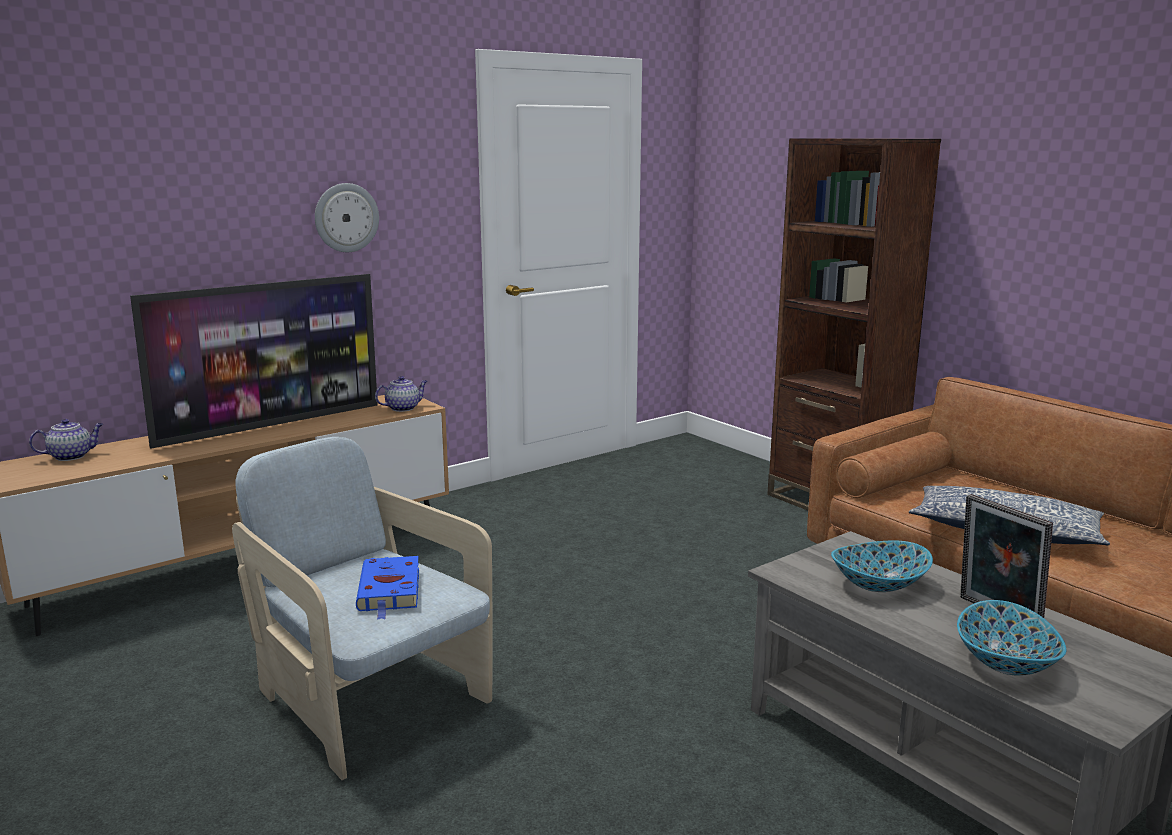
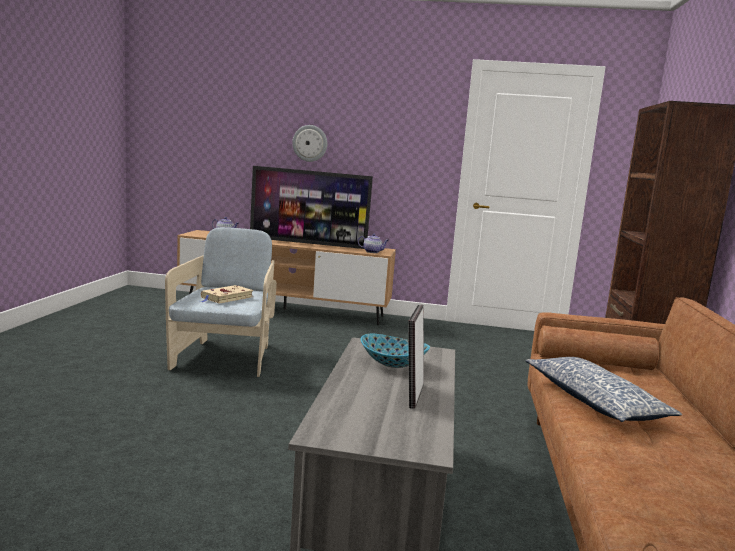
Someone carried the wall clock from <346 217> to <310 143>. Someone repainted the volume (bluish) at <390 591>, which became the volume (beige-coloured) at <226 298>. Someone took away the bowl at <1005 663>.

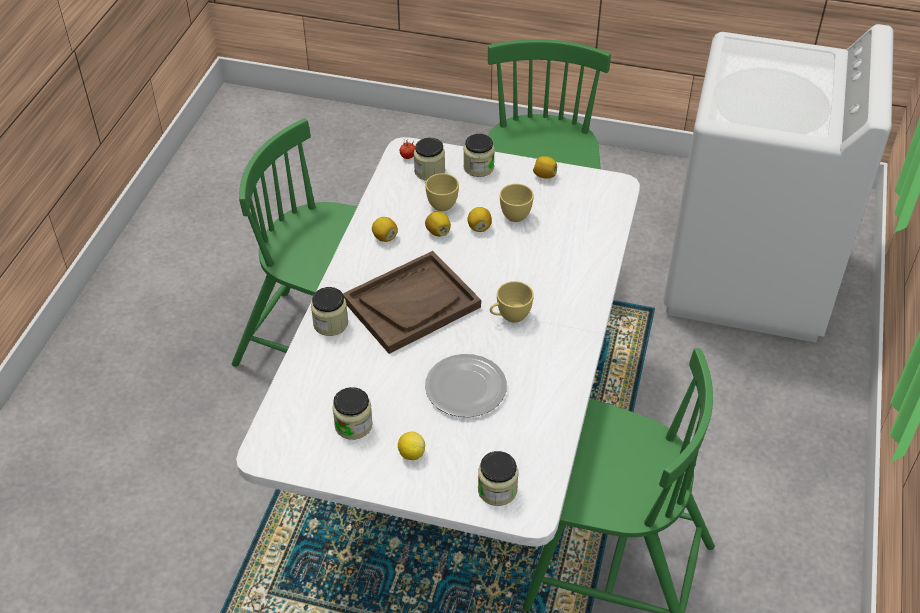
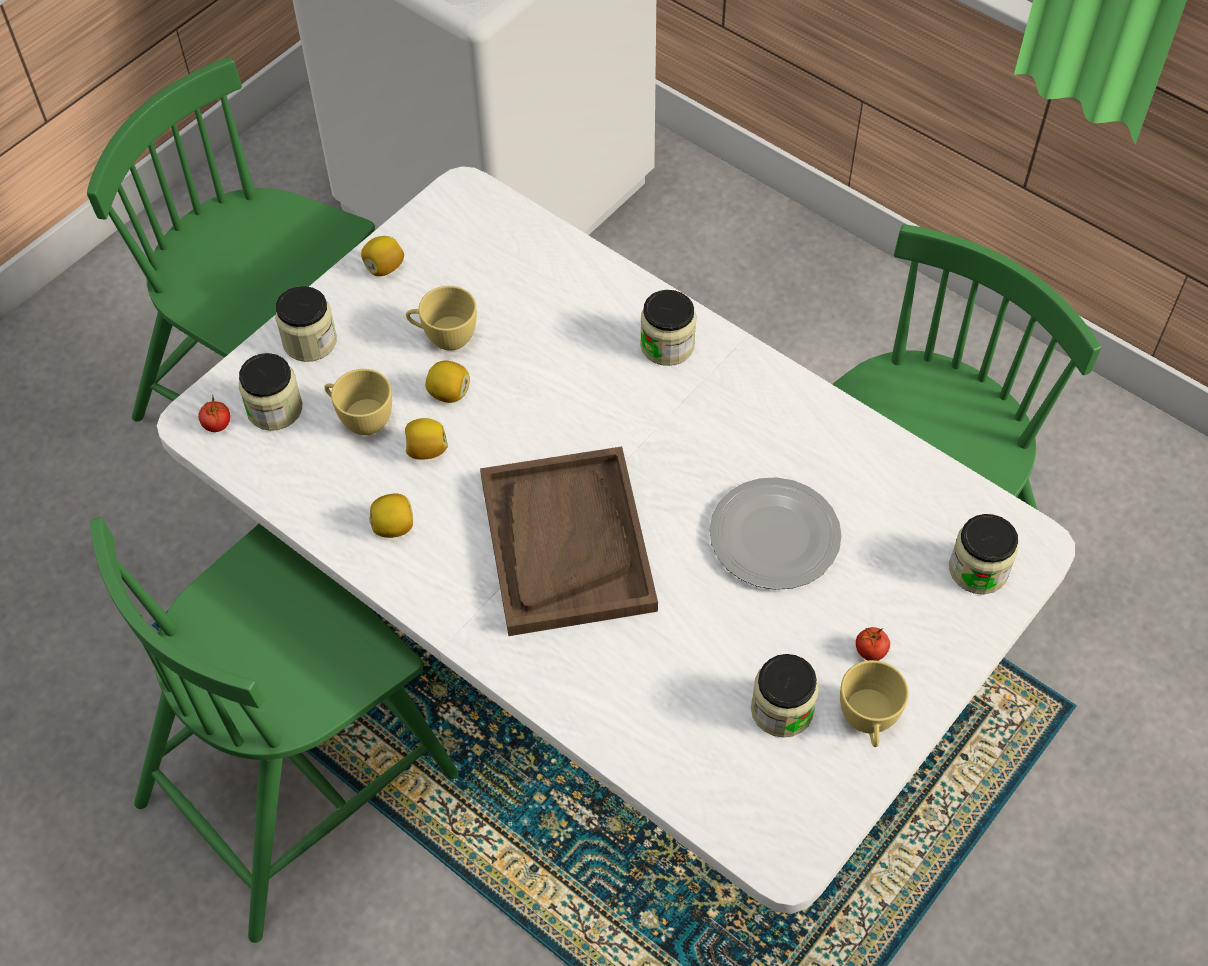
Someone carried the drinking cup (yellow-coloured) from <509 316> to <868 722>. Someone carried the preserve jar from <330 323> to <667 345>. Someone swapped the lemon at <411 454> for the tomato at <870 651>.

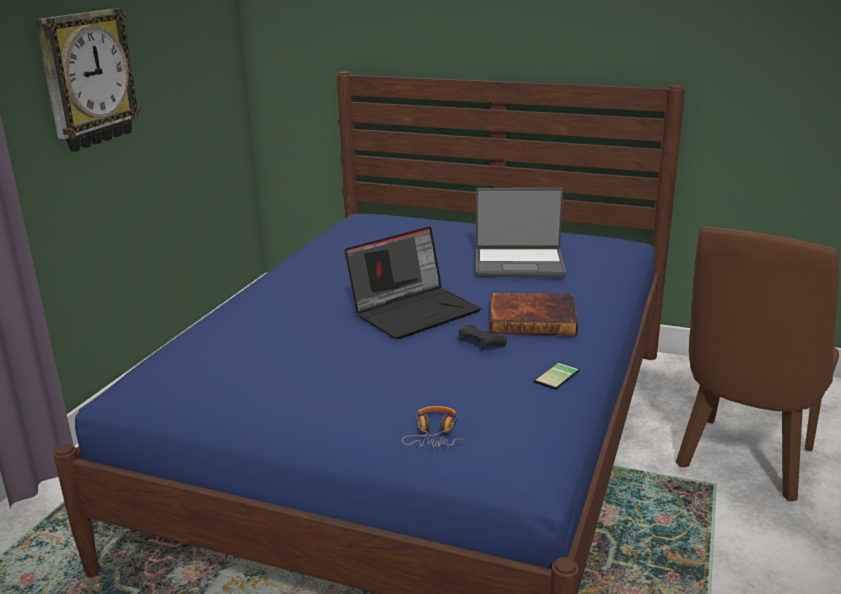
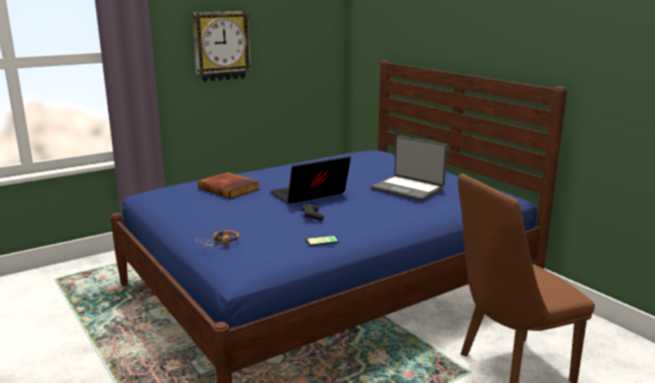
Someone rotated the notebook computer at <415 311> by 150 degrees clockwise. Someone carried the volume from <533 318> to <230 188>.

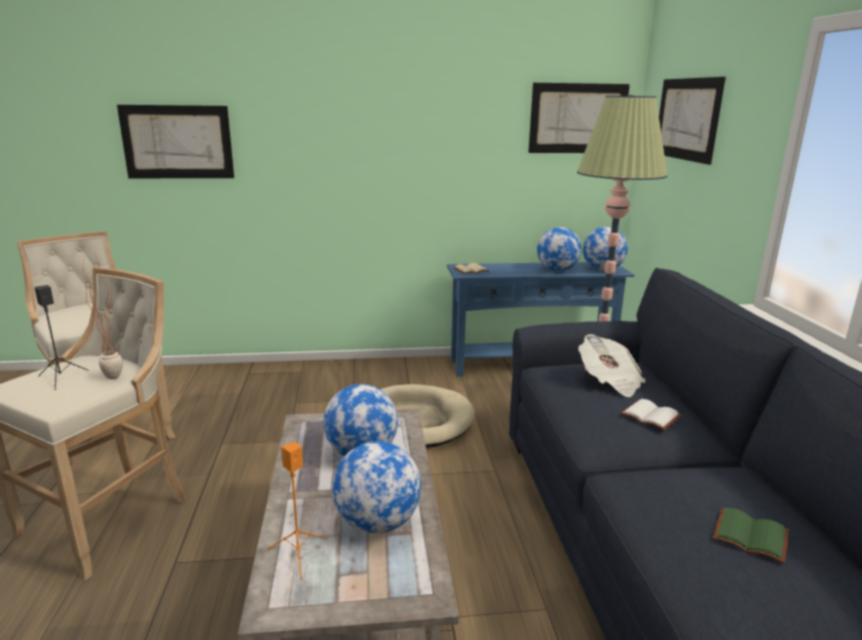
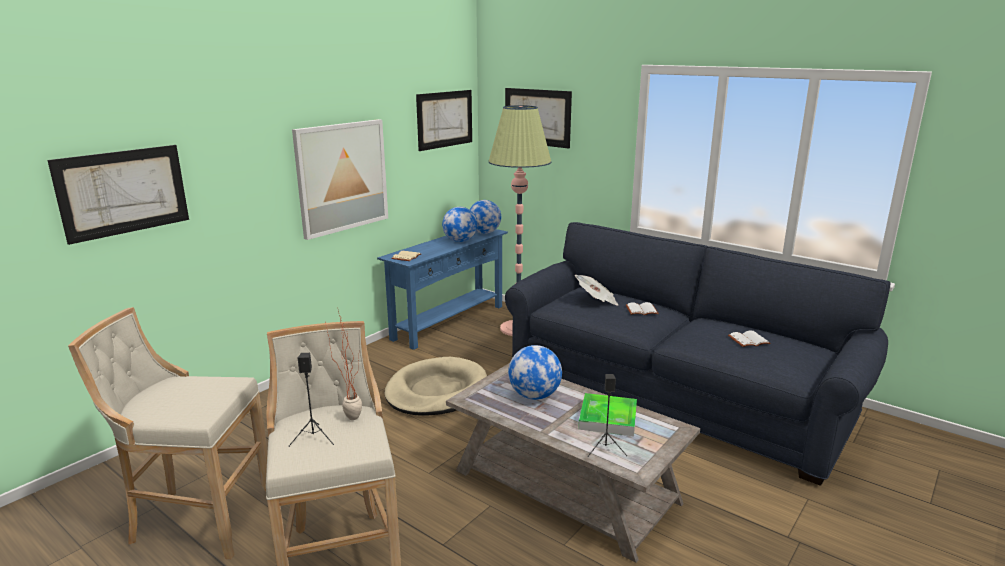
Someone swapped the globe at <377 523> for the carrying tray at <608 418>. Someone repainted the speaker (orangey) at <299 556>, which became the speaker (blackish) at <606 449>. Someone repainted the volume (greenish) at <752 536>, which became the volume (white-coloured) at <748 340>. Someone put up the picture at <342 177>.

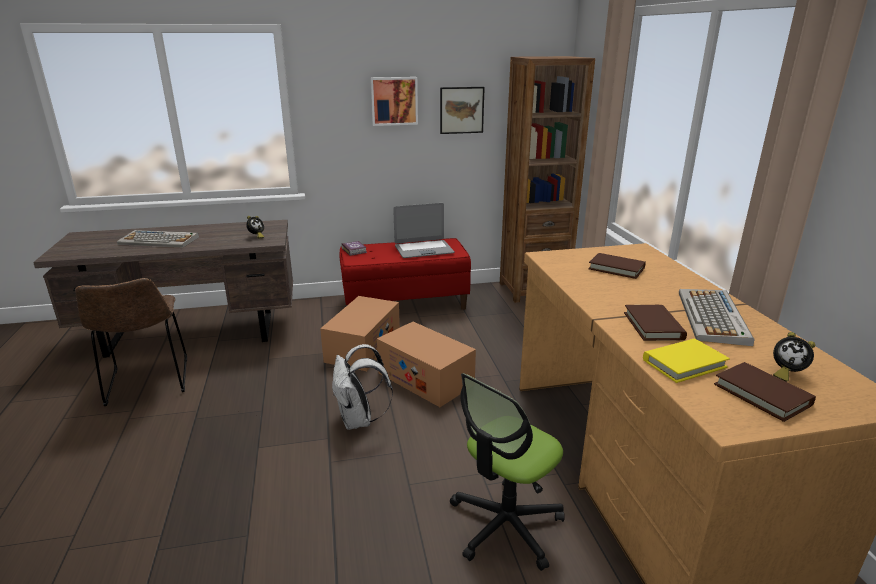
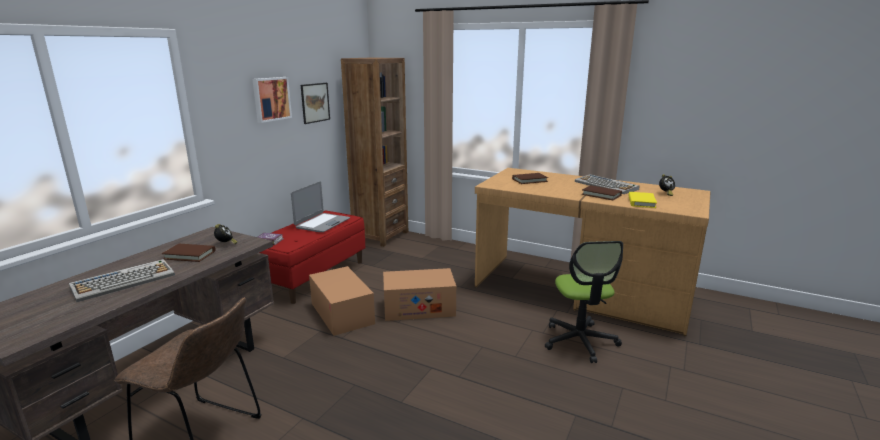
Someone took away the knapsack (white-coloured) at <359 420>. Someone carried the volume (brown-coloured) from <762 394> to <189 255>.

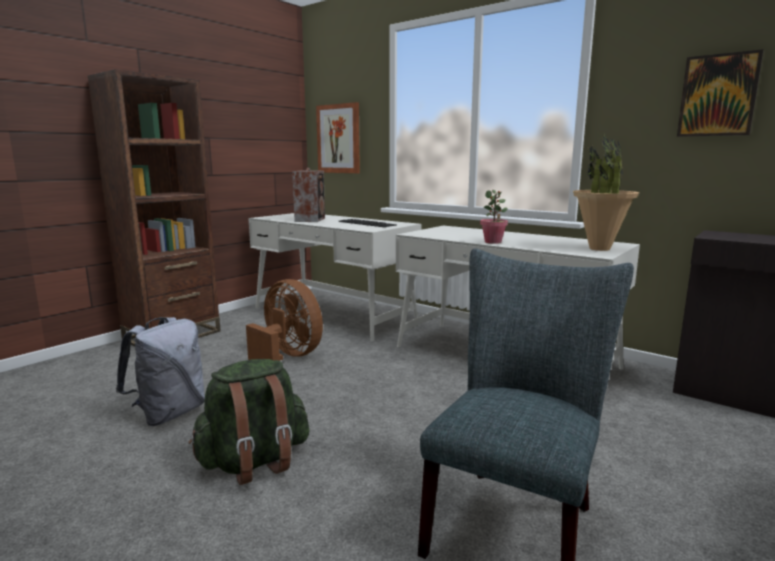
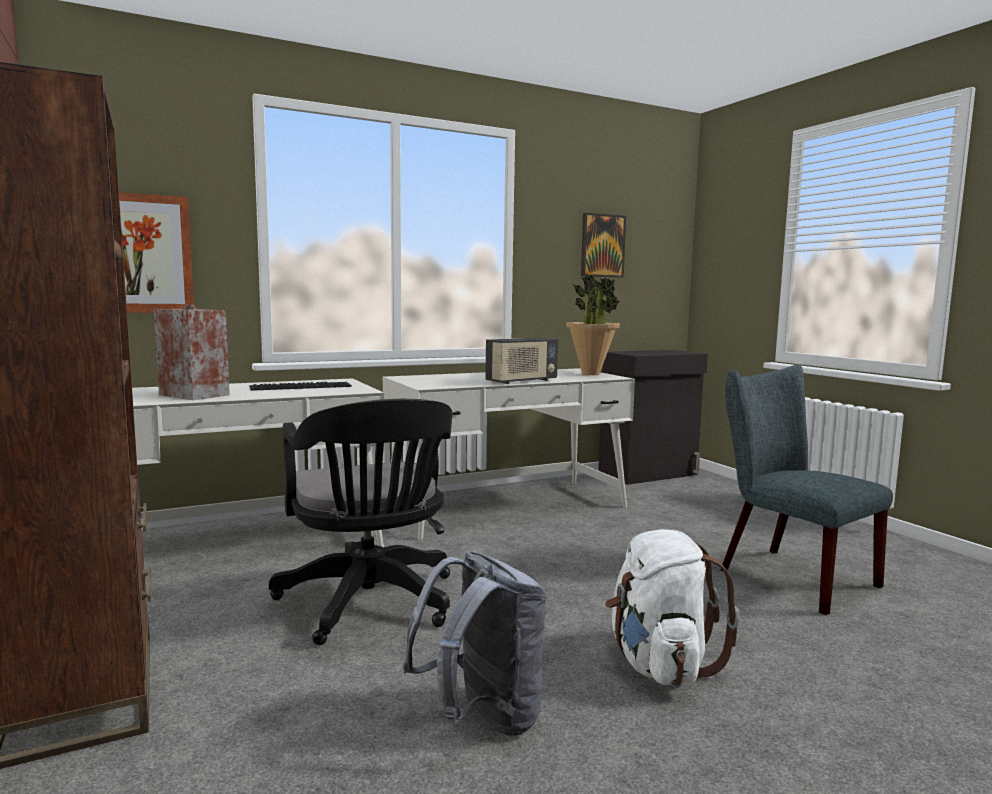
Someone swapped the plant in a pot at <493 242> for the radio set at <522 381>. Someone swapped the fan (brown-coloured) at <287 358> for the desk chair (blackish) at <370 604>. Someone repainted the knapsack (greenish) at <254 462>, which became the knapsack (white-coloured) at <659 664>.

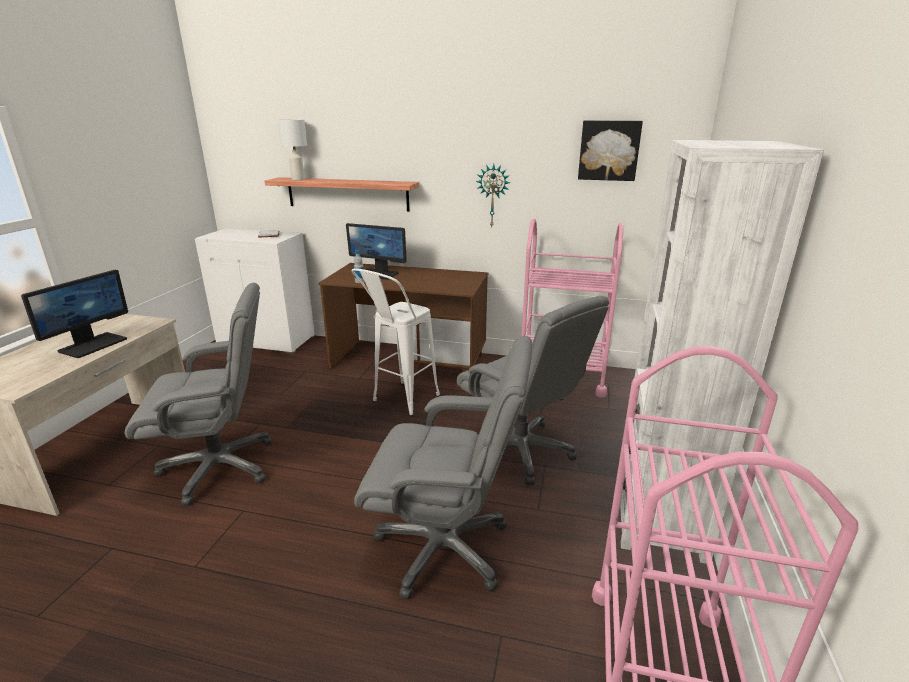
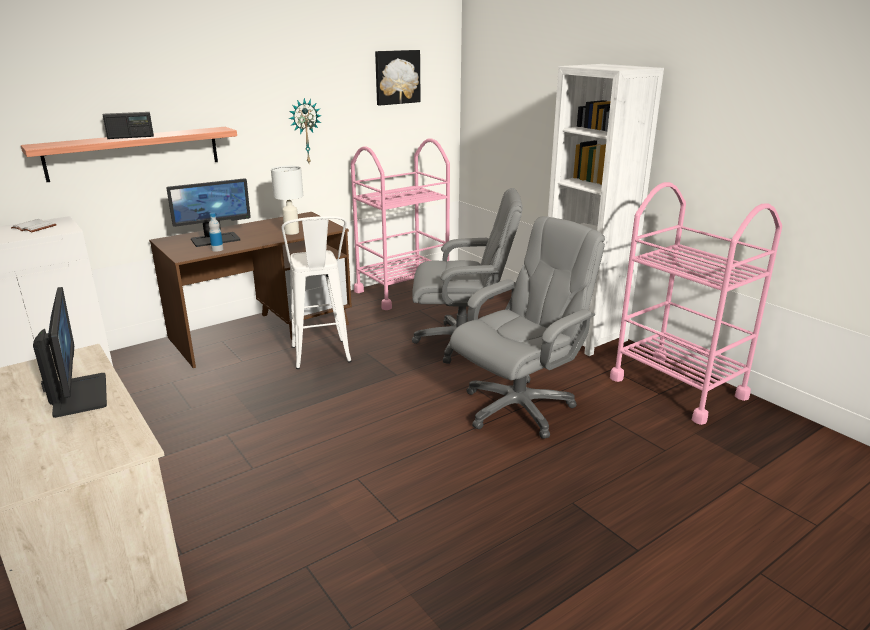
Someone carried the lamp for a table (white-coloured) from <298 179> to <292 232>. Someone took away the desk chair (greyish) at <220 466>. Someone put down the radio set at <130 137>.

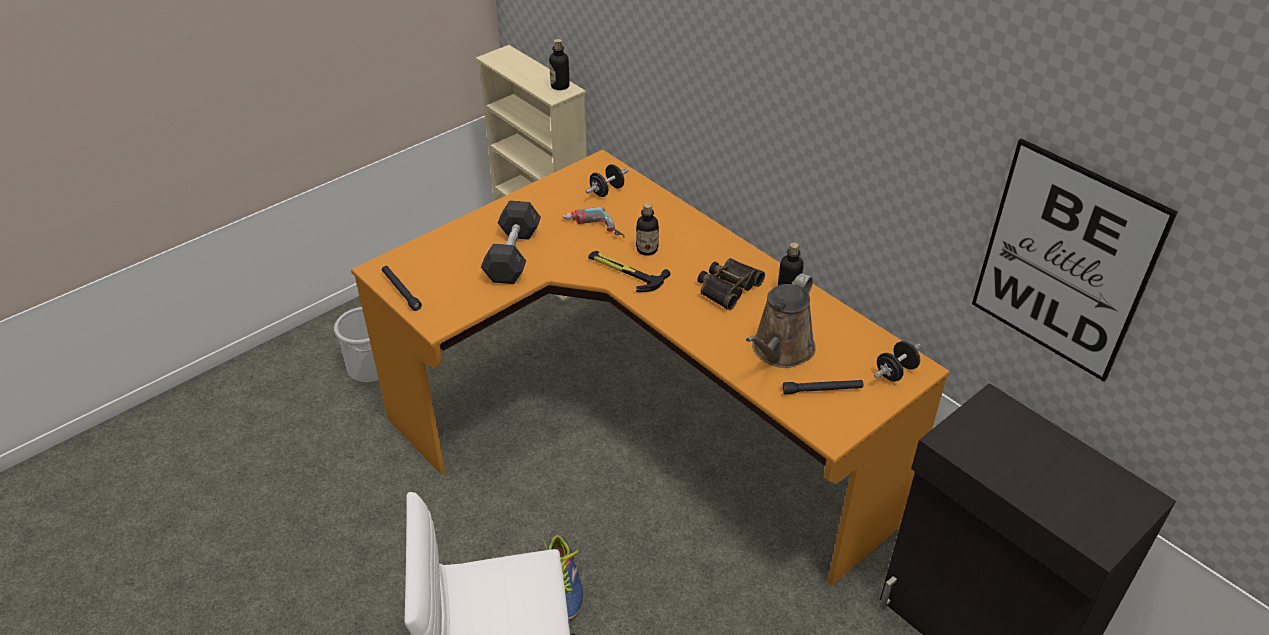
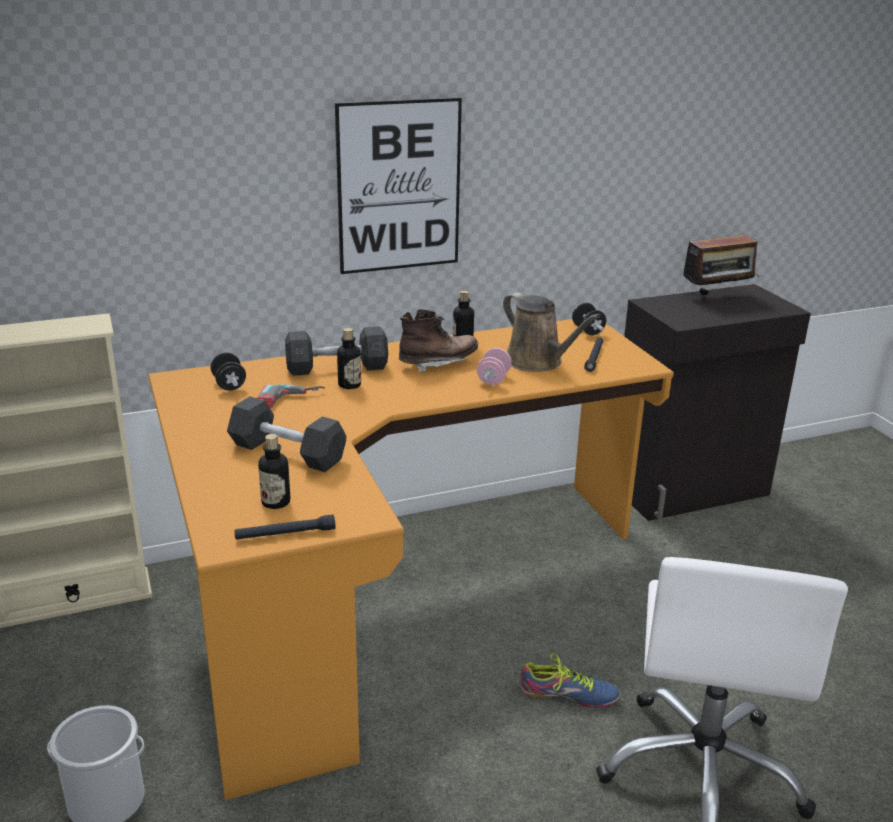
Someone carried the beverage bottle from <560 86> to <276 502>. Someone carried the picture from <1064 261> to <399 186>. Someone took away the hand hammer at <625 272>. Someone swapped the field glasses at <727 287> for the high-top boot (brown-coloured) at <438 363>. Someone put down the radio set at <717 296>. Someone put down the free weight (greyish) at <337 367>. Someone put down the free weight (pink-coloured) at <493 379>.

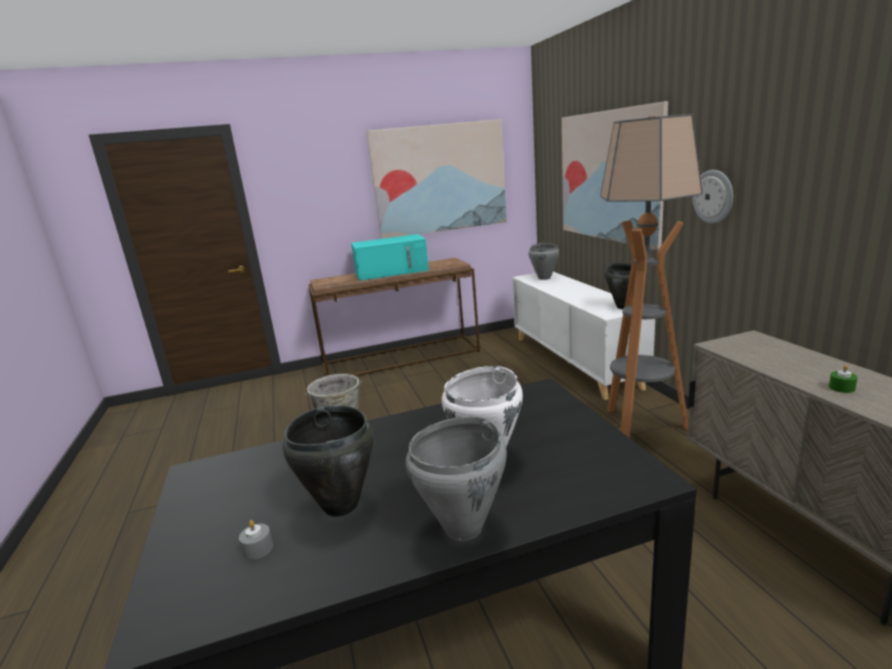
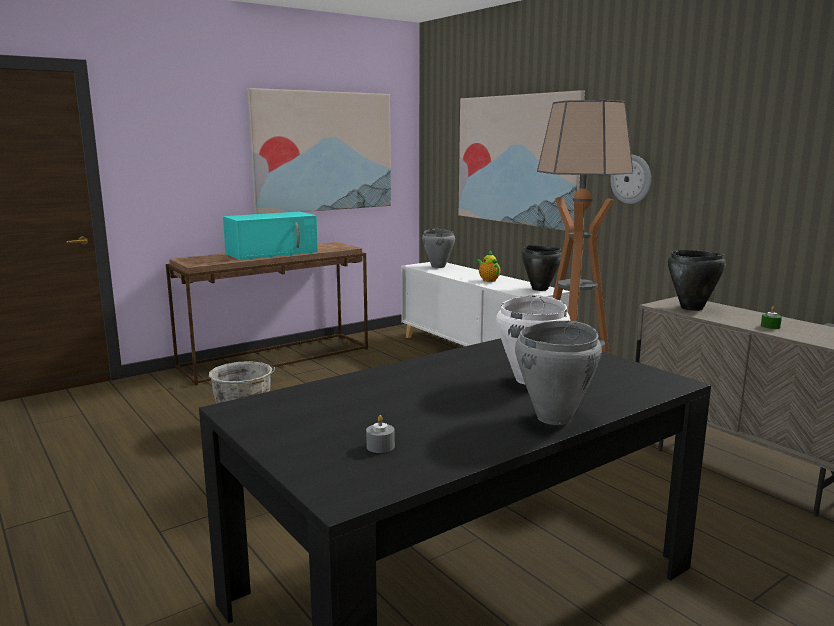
Someone carried the cooking pot (blackish) from <340 506> to <692 308>. Someone put down the pot for tea at <488 280>.

